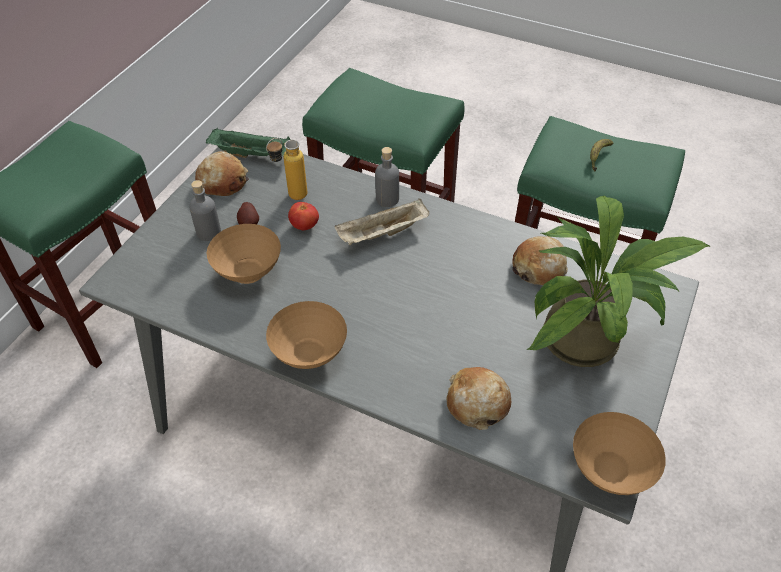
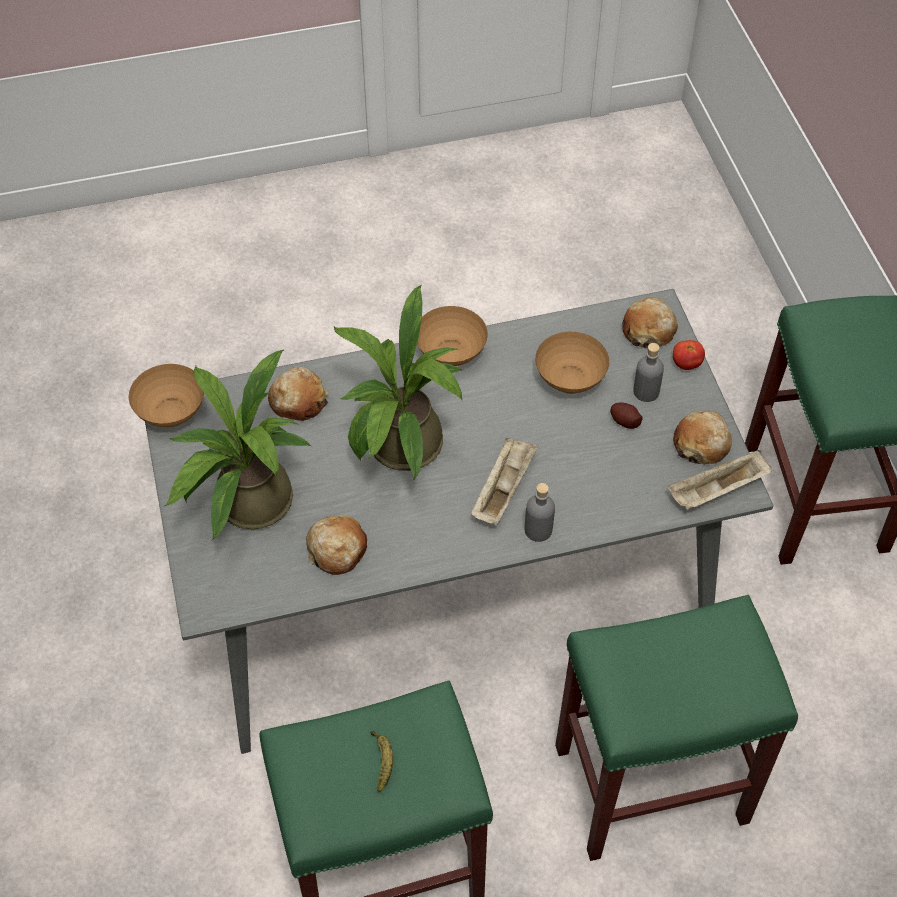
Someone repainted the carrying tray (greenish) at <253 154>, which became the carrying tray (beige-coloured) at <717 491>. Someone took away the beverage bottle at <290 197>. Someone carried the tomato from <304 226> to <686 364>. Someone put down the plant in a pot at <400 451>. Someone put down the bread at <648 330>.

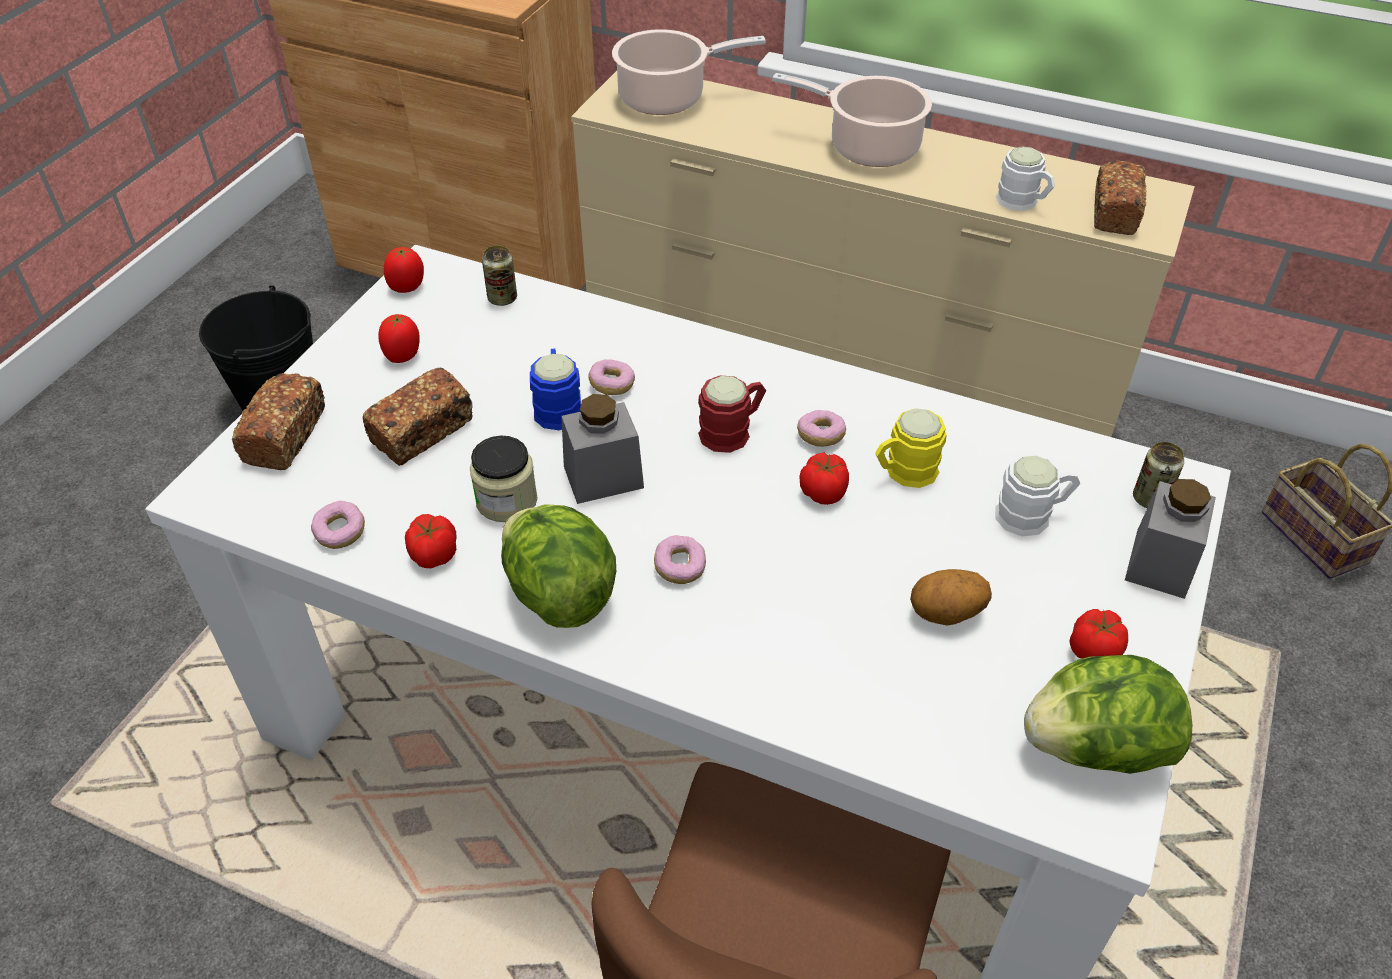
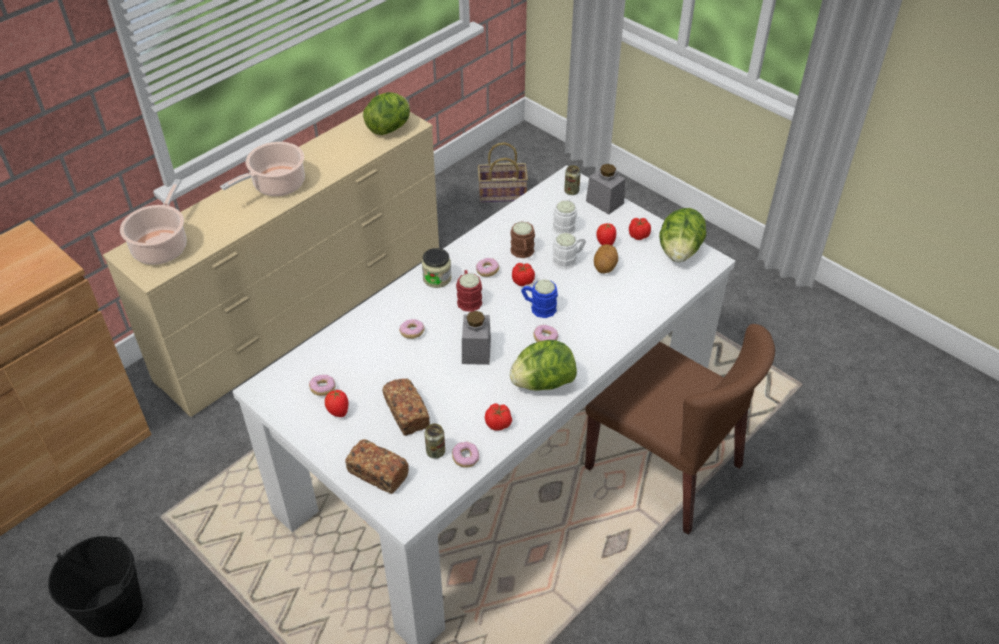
Someone carried the mug (white-coloured) from <1023 202> to <568 260>. Someone swapped the bread at <1114 212> for the lettuce head at <389 128>. Someone carried the sealed can from <502 298> to <435 452>. Someone carried the tomato from <407 287> to <605 244>. Someone carried the mug (bluish) from <557 406> to <538 307>. Someone repainted the mug (yellow-coloured) at <903 472>, which became the mug (brown-coloured) at <523 253>. Someone carried the preserve jar from <507 501> to <437 278>. Someone put down the doughnut at <323 389>.

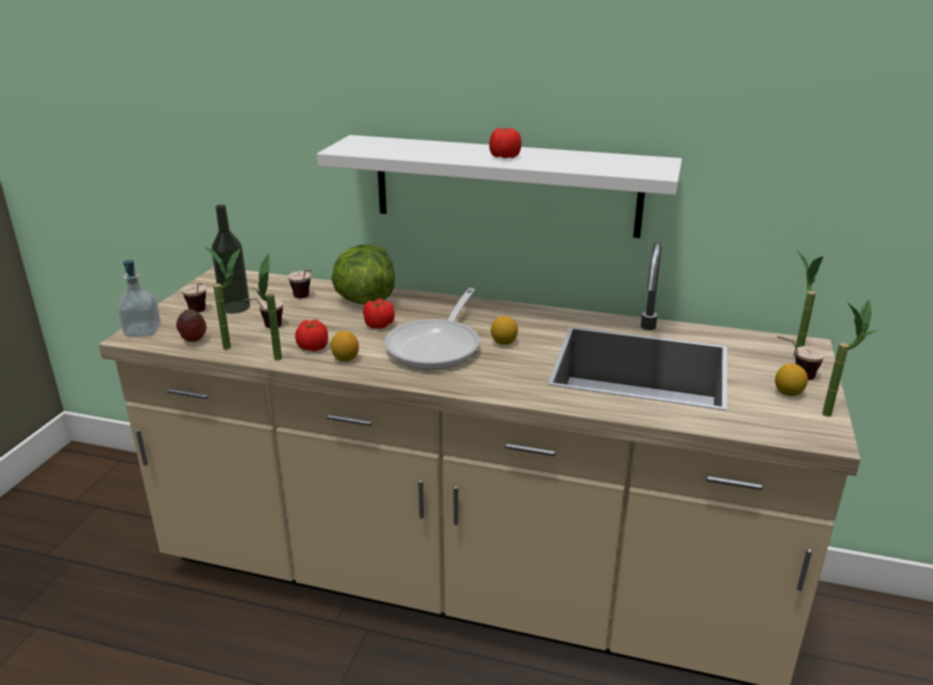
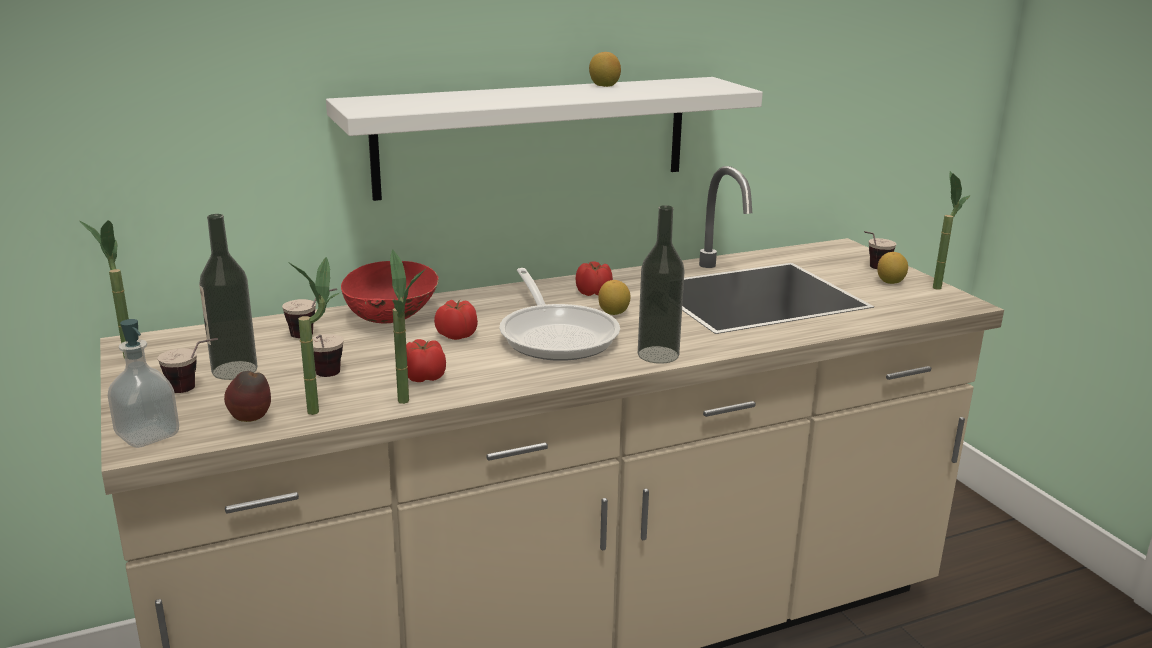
Someone carried the tomato from <504 157> to <594 293>. Someone swapped the lettuce head at <364 300> for the bowl (red-coloured) at <392 318>. Someone carried the plant in a pot from <792 352> to <123 354>. Someone carried the lemon from <345 359> to <604 86>. Someone put down the beverage bottle at <658 355>.

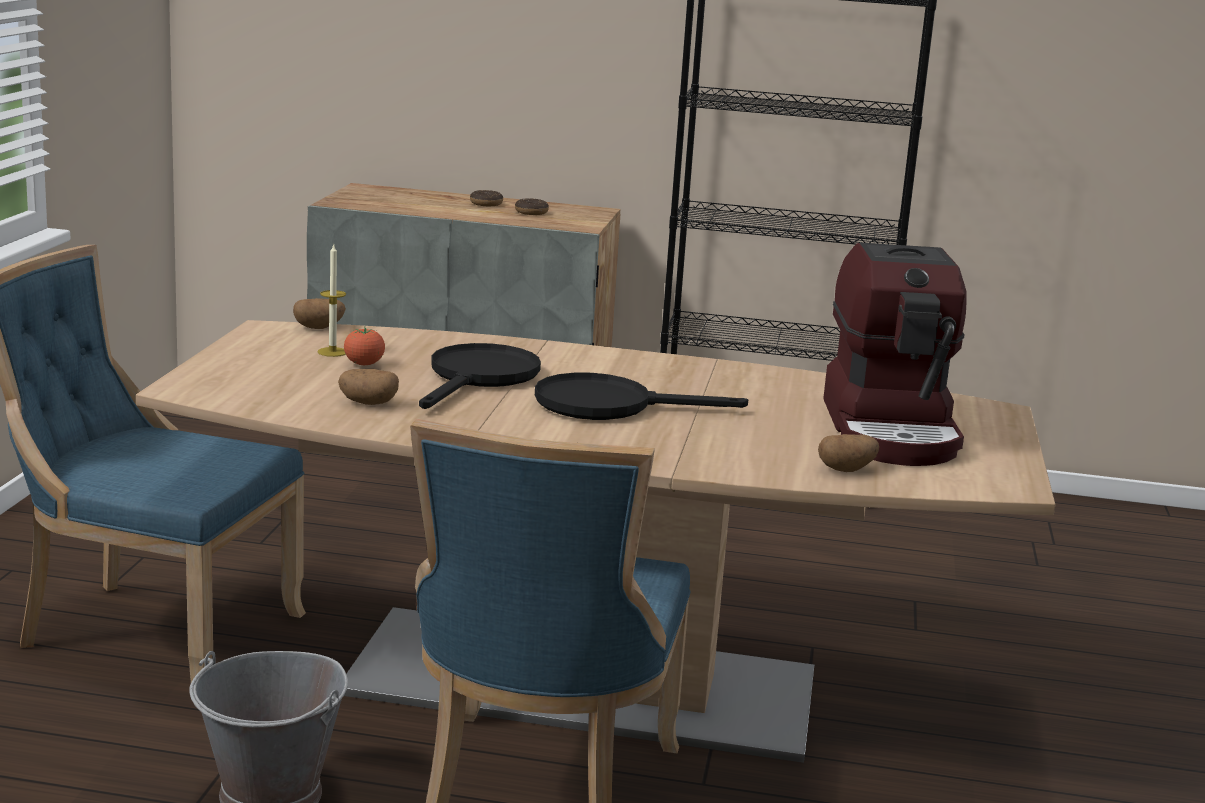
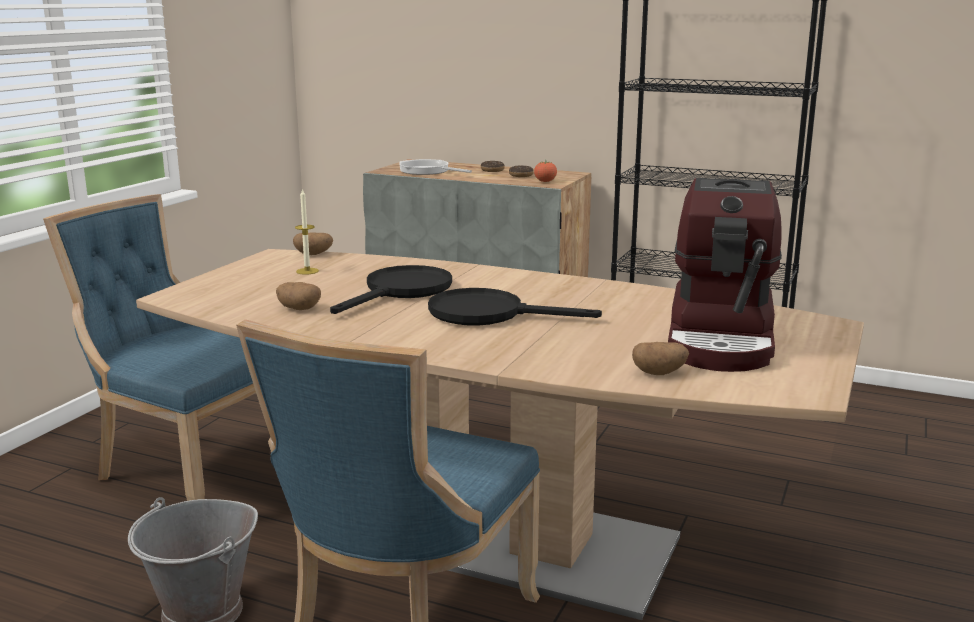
Someone carried the tomato from <364 364> to <545 181>. Someone put down the skillet at <427 171>.

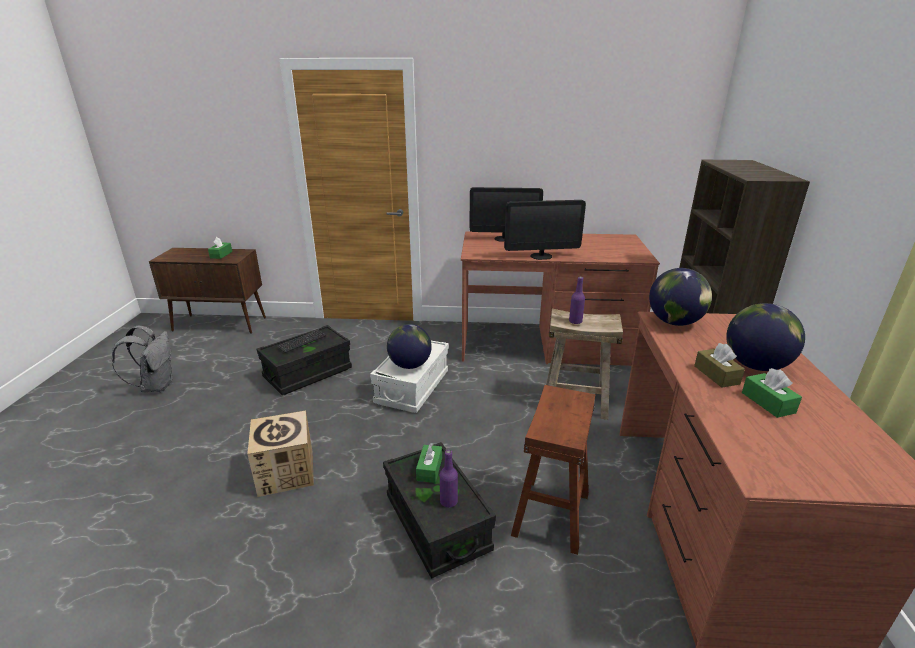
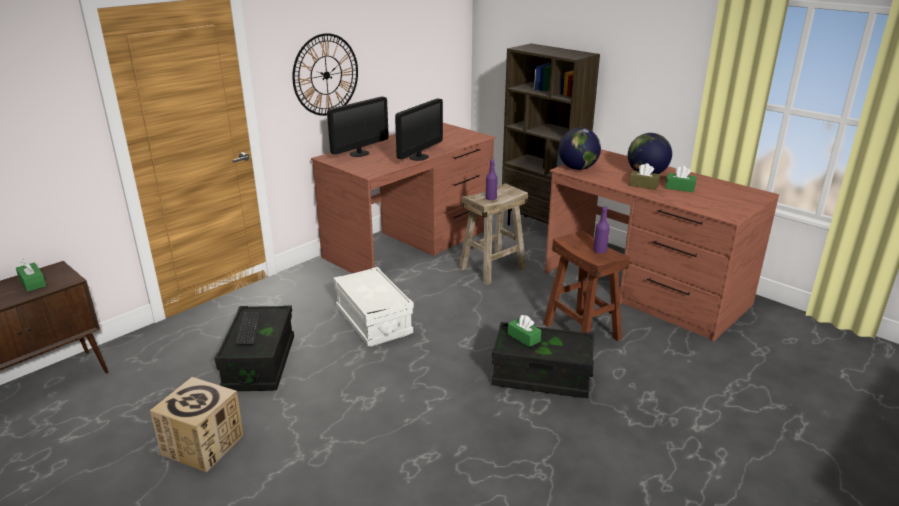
Someone took away the globe at <410 365>. Someone took away the knapsack (greyish) at <157 386>. Someone carried the packing box from <286 472> to <203 445>. Someone carried the beverage bottle (purple) from <448 501> to <599 251>. Someone put up the wall clock at <326 75>.

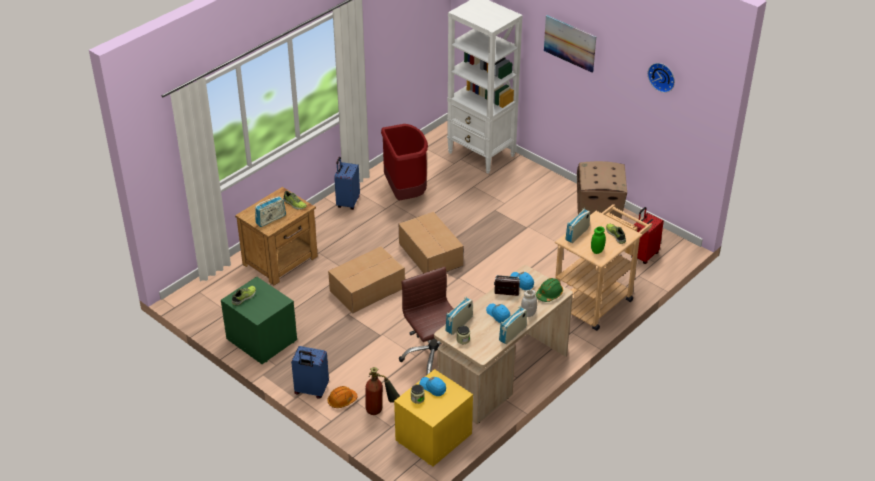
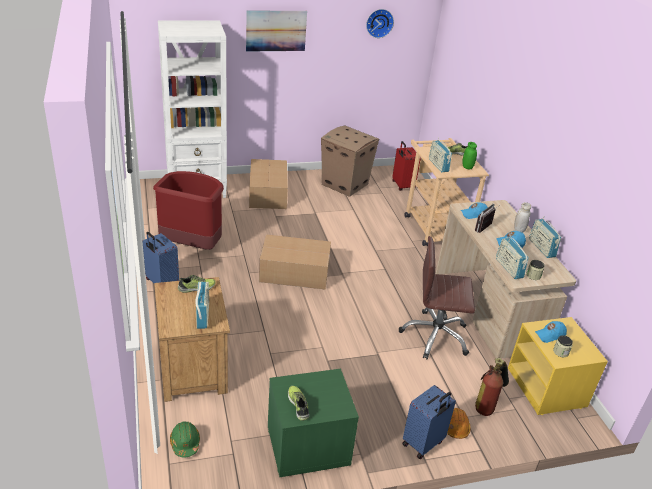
Someone carried the packing box from <366 289> to <267 194>. Someone carried the safety helmet (greenish) from <549 294> to <185 443>.

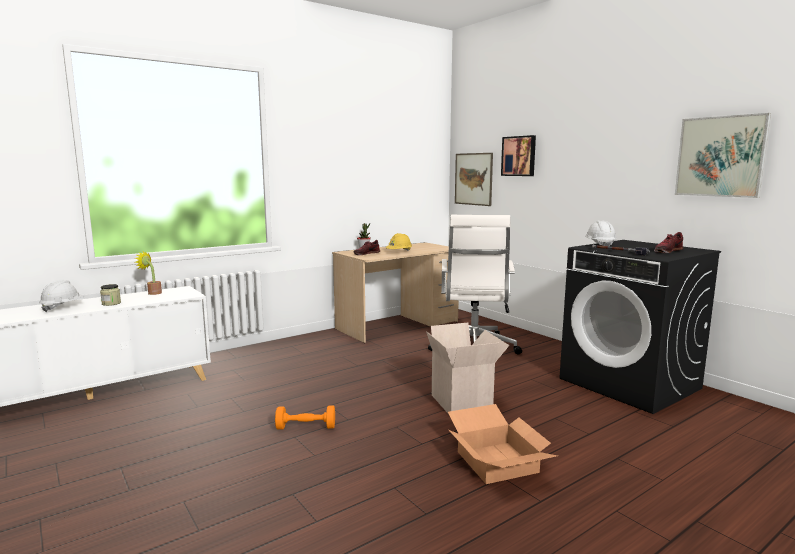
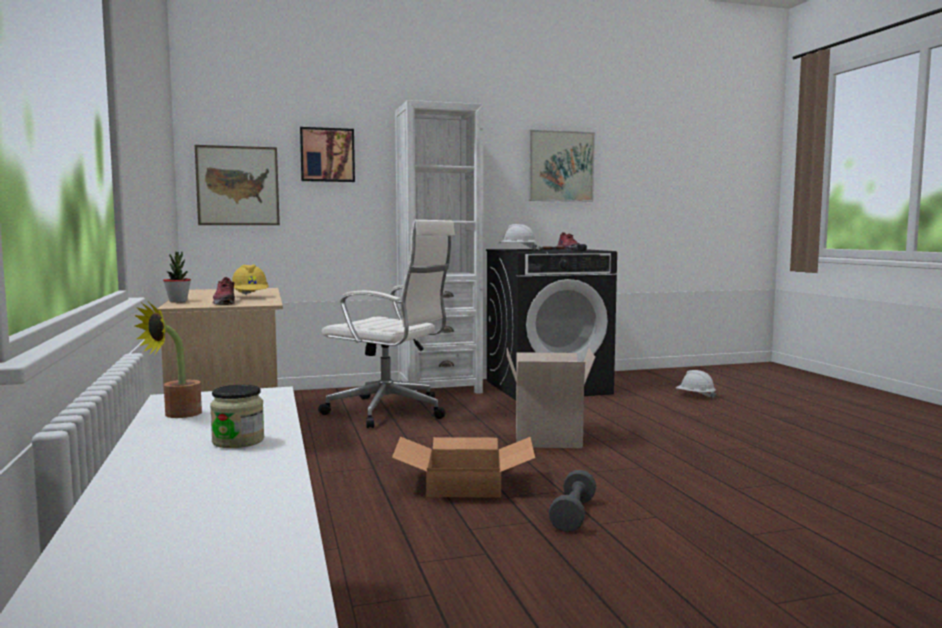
Someone carried the safety helmet (white-coloured) from <62 307> to <695 396>. Someone carried the packing box from <498 462> to <465 484>. Someone repainted the free weight (orangey) at <306 427>, which became the free weight (greyish) at <573 515>. Someone put down the bookcase (white-coloured) at <439 388>.

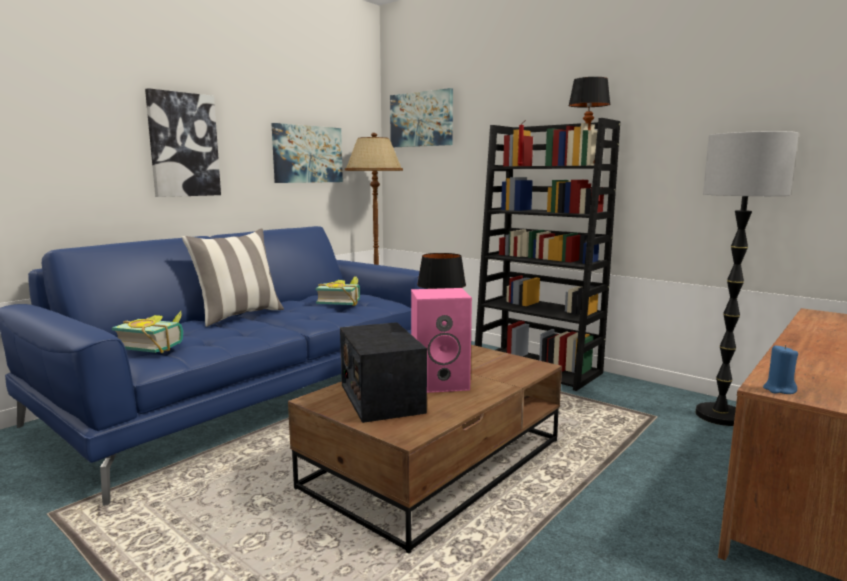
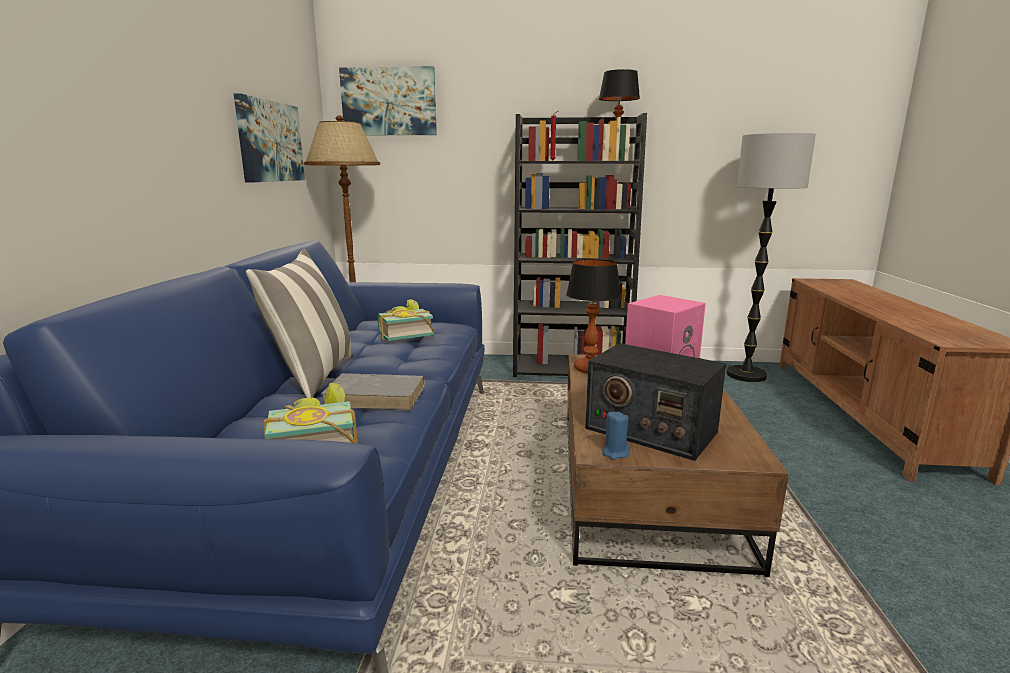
Someone took away the picture at <183 145>. Someone carried the candle (bluish) from <779 389> to <615 453>. Someone put down the volume (greyish) at <376 396>.

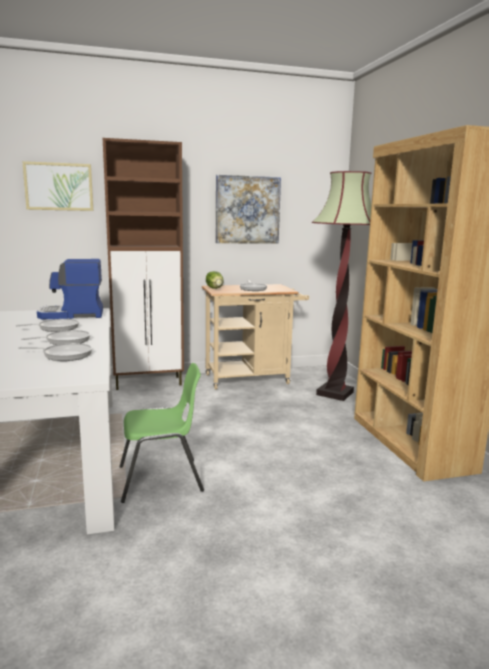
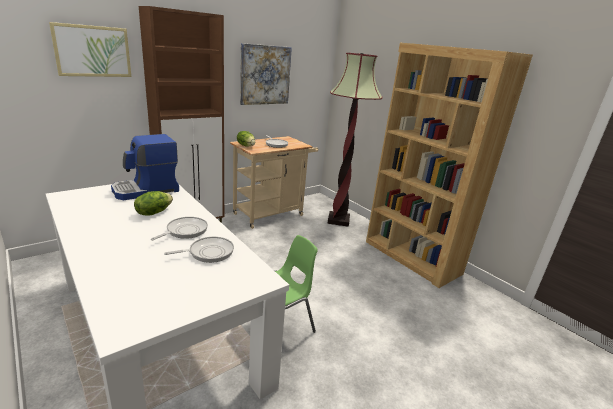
Someone swapped the skillet at <56 328> for the lettuce head at <153 212>.

